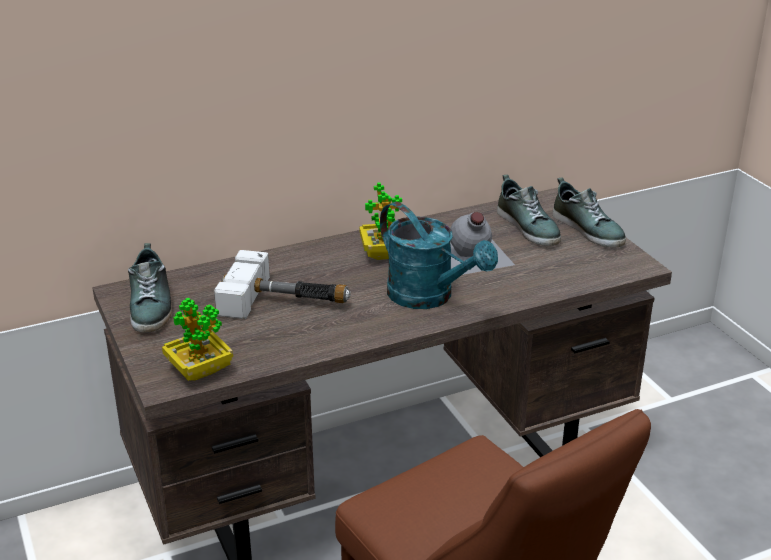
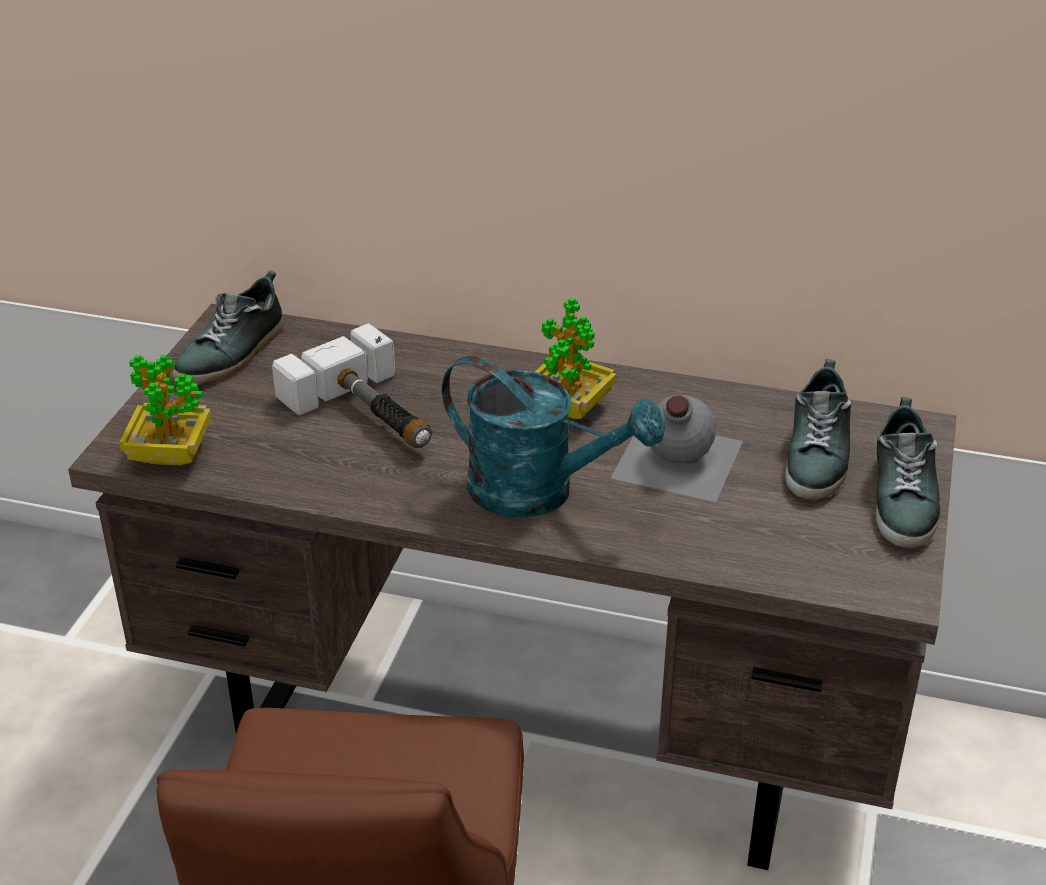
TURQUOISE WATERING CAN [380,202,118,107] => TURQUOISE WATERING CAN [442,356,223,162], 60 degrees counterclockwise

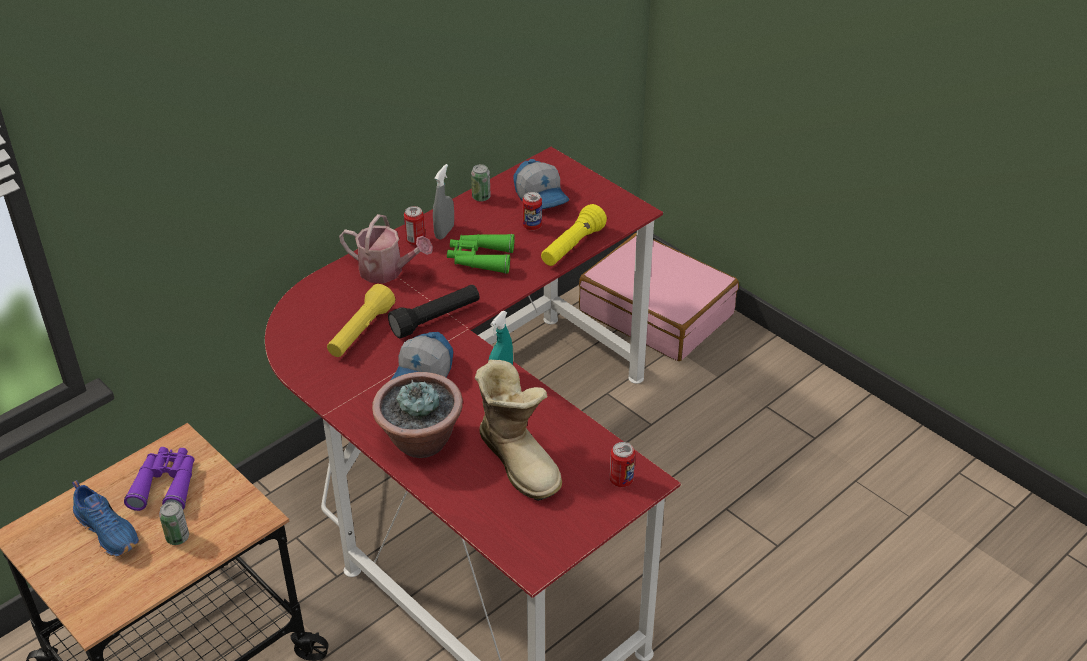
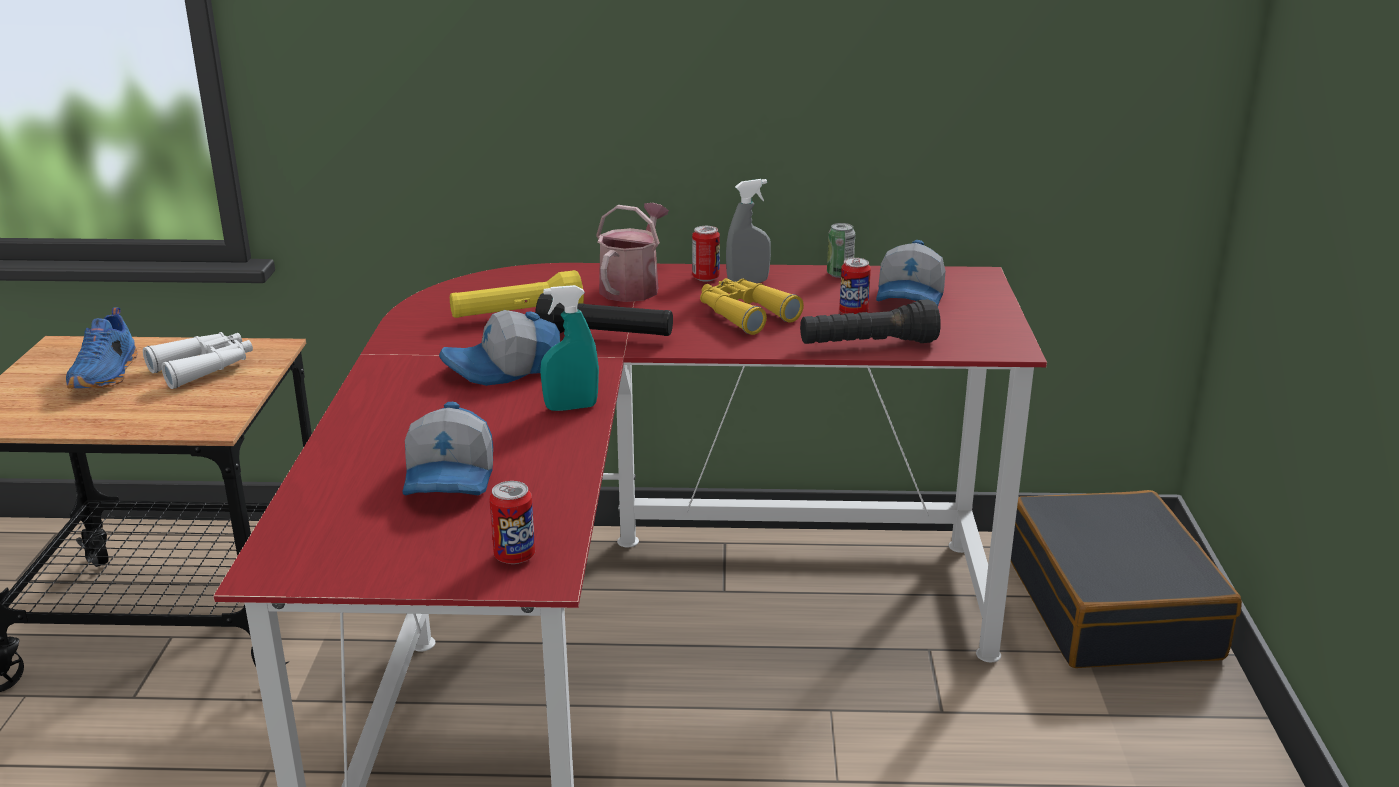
PURPLE-COLOURED BINOCULARS [124,447,70,64] => WHITE BINOCULARS [143,332,110,57]
BOOT [475,359,87,142] => PEAKED CAP [403,402,90,94]
WATERING CAN [339,214,94,69] => WATERING CAN [596,203,73,99], 135 degrees counterclockwise
GREEN BINOCULARS [447,234,68,40] => YELLOW-COLOURED BINOCULARS [700,278,104,57]
YELLOW-COLOURED FLASHLIGHT [541,204,66,62] => BLACK FLASHLIGHT [800,299,141,45]
PINK TRAVEL CASE [579,233,160,128] => BLACK TRAVEL CASE [1011,490,231,178]
METAL CAN [159,501,30,44] => nothing
PLANT IN A POT [372,372,91,86] => nothing

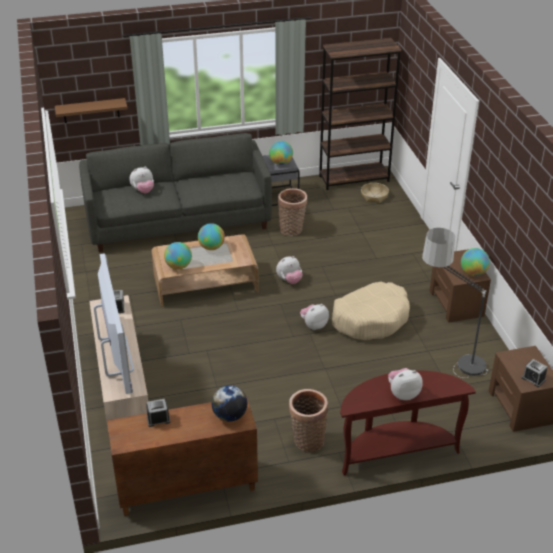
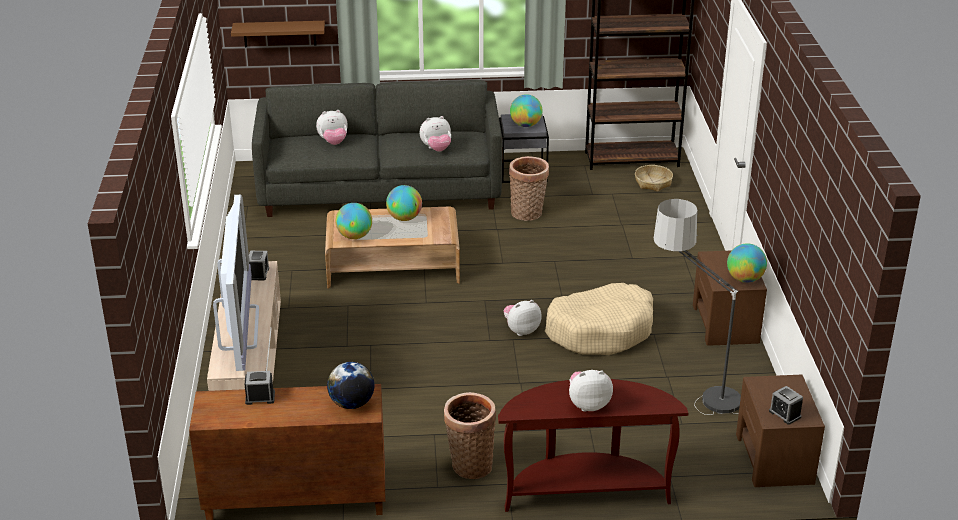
SOFT TOY [276,256,27,28] => SOFT TOY [420,116,31,36], relocated

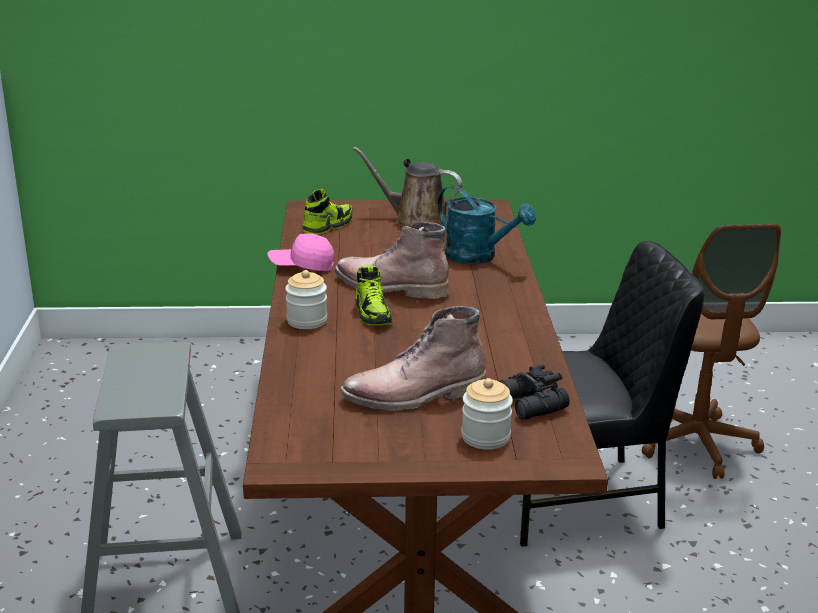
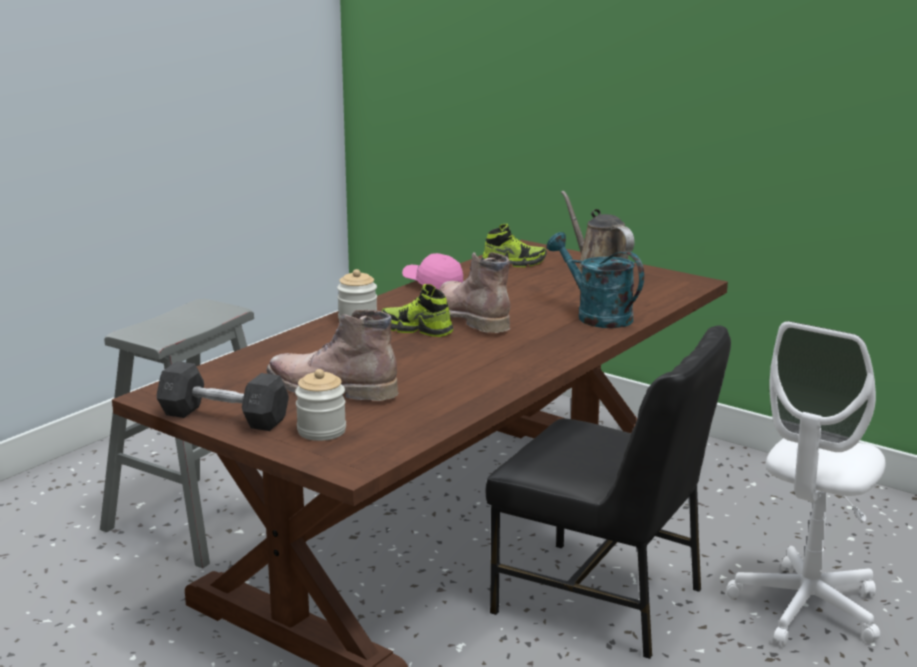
nothing => GREY DUMBBELL [157,361,132,70]
ITEM OF FOOTWEAR [355,266,37,60] => ITEM OF FOOTWEAR [381,284,72,53], 90 degrees clockwise
TURQUOISE WATERING CAN [437,185,99,79] => TURQUOISE WATERING CAN [547,232,97,96], 150 degrees clockwise
BROWN-COLOURED COMPUTER CHAIR [642,224,139,255] => WHITE COMPUTER CHAIR [727,321,159,325]
BLACK BINOCULARS [499,364,71,56] => nothing

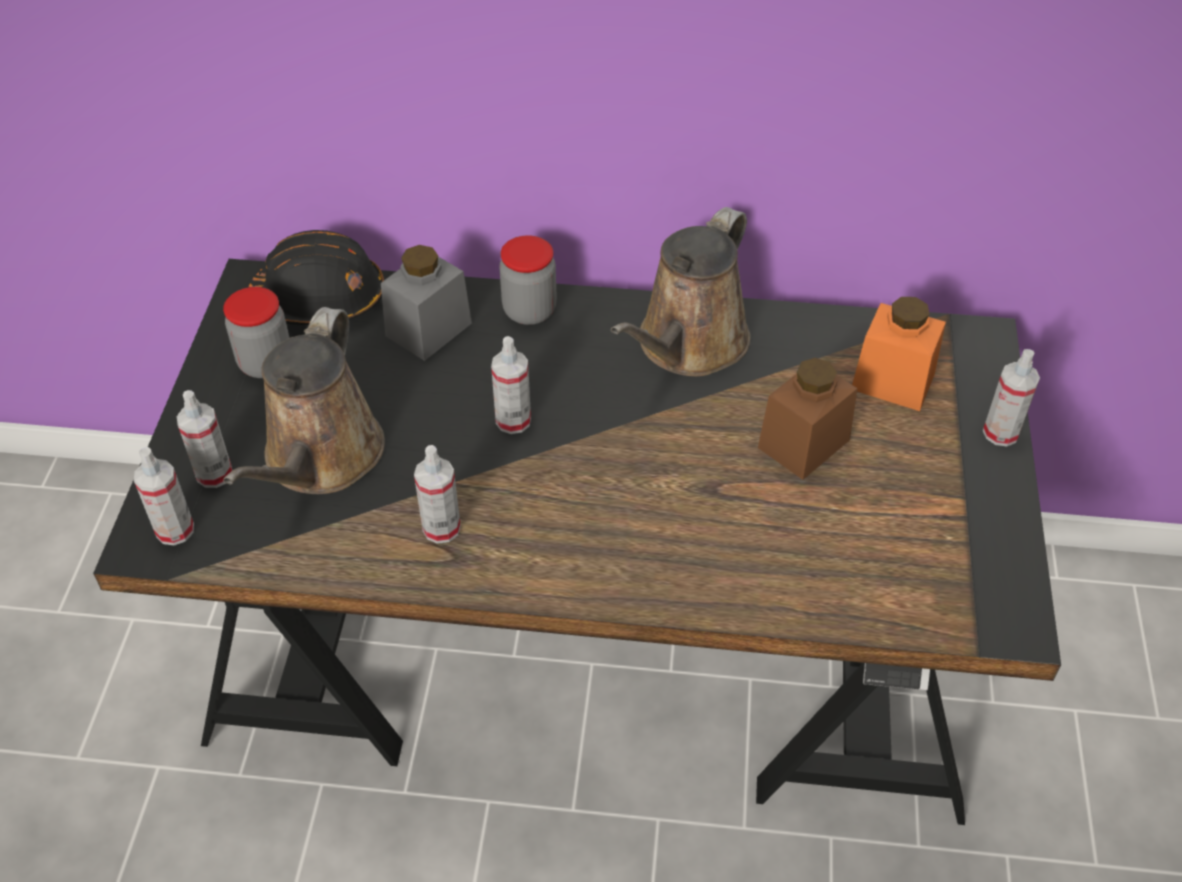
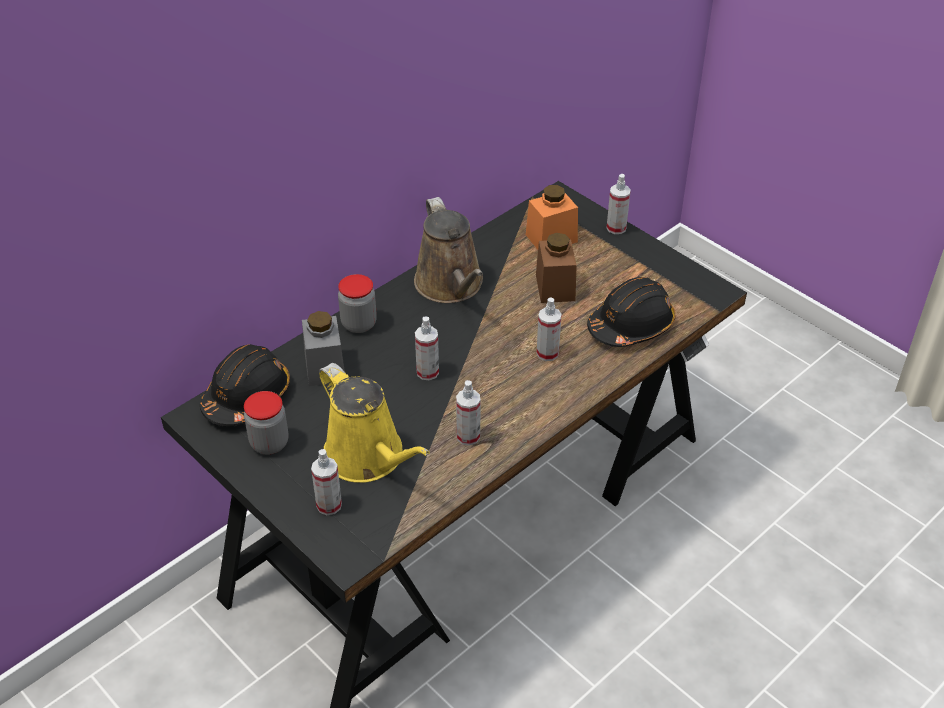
BROWN-COLOURED WATERING CAN [223,307,162,187] => YELLOW-COLOURED WATERING CAN [319,363,111,120]
SPRAYER [134,447,60,99] => SPRAYER [537,297,25,64], relocated
nothing => BLACK WORK HELMET [587,277,89,70]

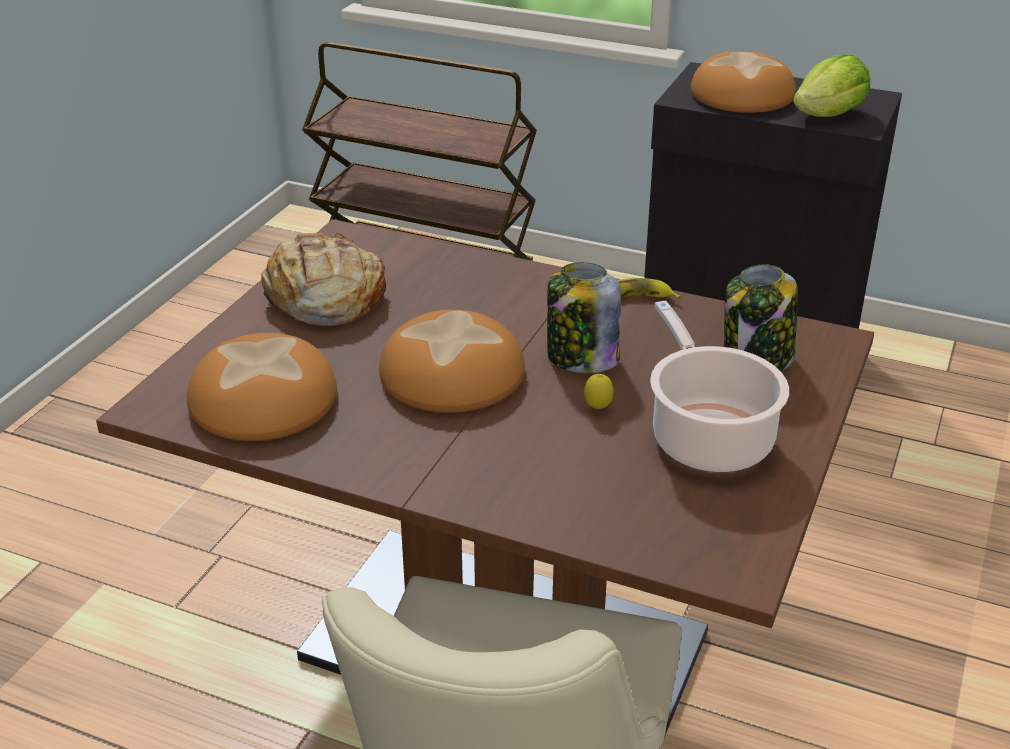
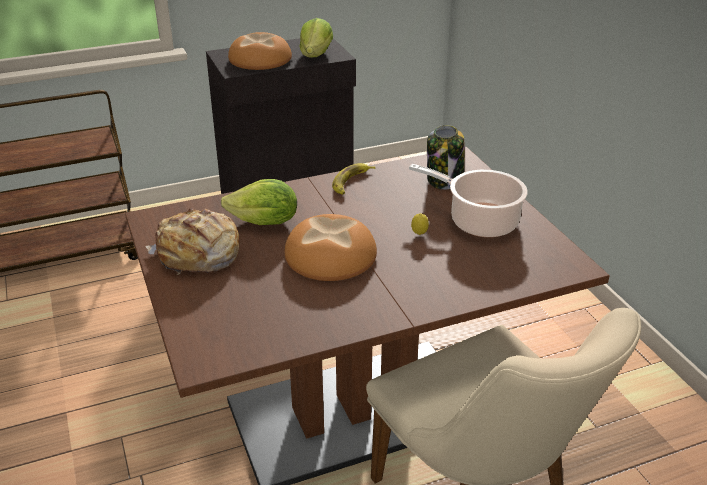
nothing => HEAD OF LETTUCE [221,179,76,46]
BREAD [187,333,150,108] => nothing
JAR [547,262,74,111] => nothing

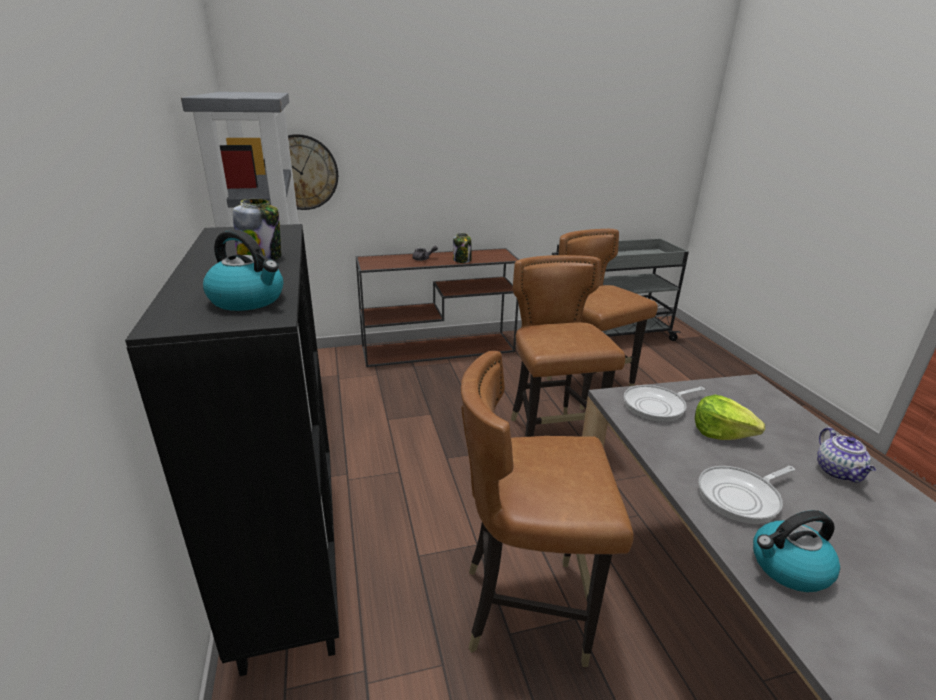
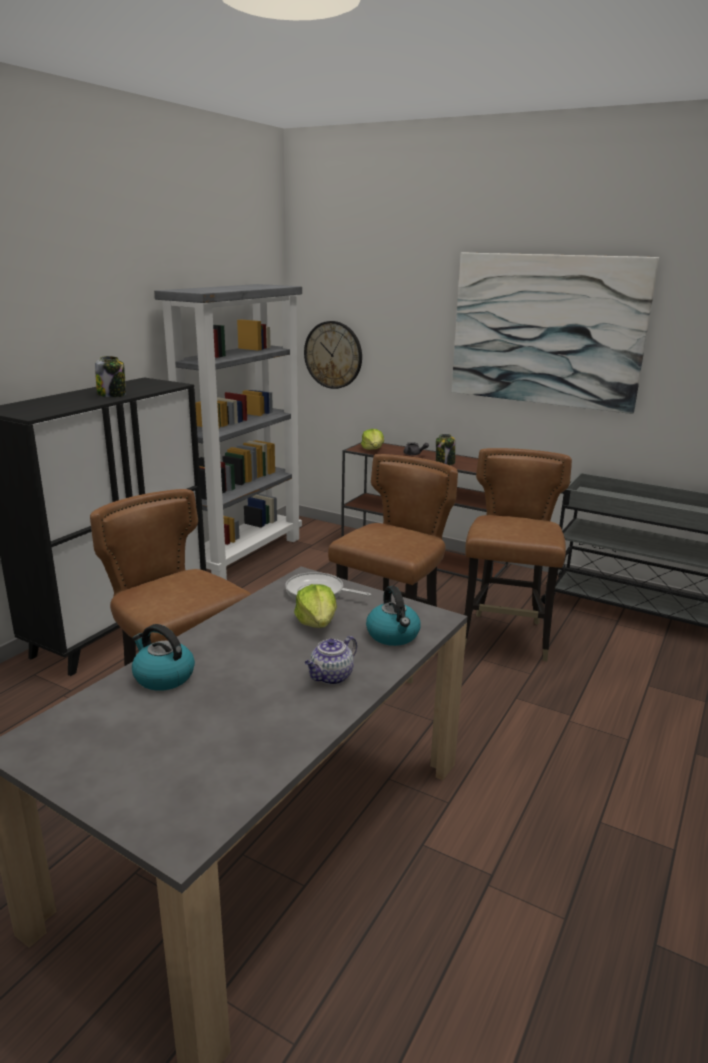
nothing => HEAD OF LETTUCE [361,429,23,21]
WATER KETTLE [203,229,80,82] => WATER KETTLE [366,586,55,60], relocated
nothing => WALL ART [452,253,207,161]
SKILLET [698,466,97,58] => nothing

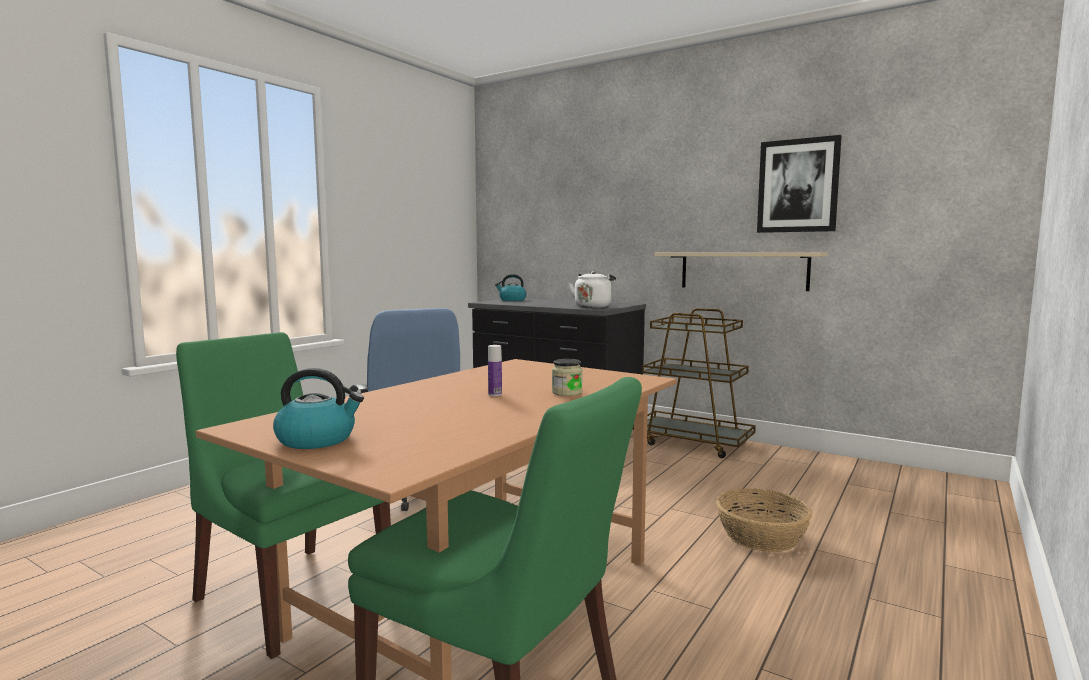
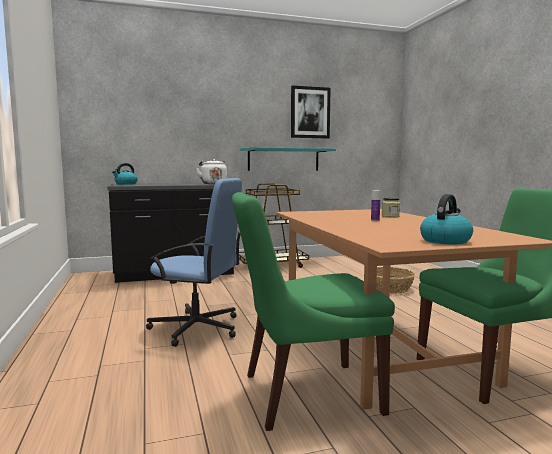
SAND-COLOURED SHELF [655,252,172,39] => TURQUOISE SHELF [240,147,96,24]

